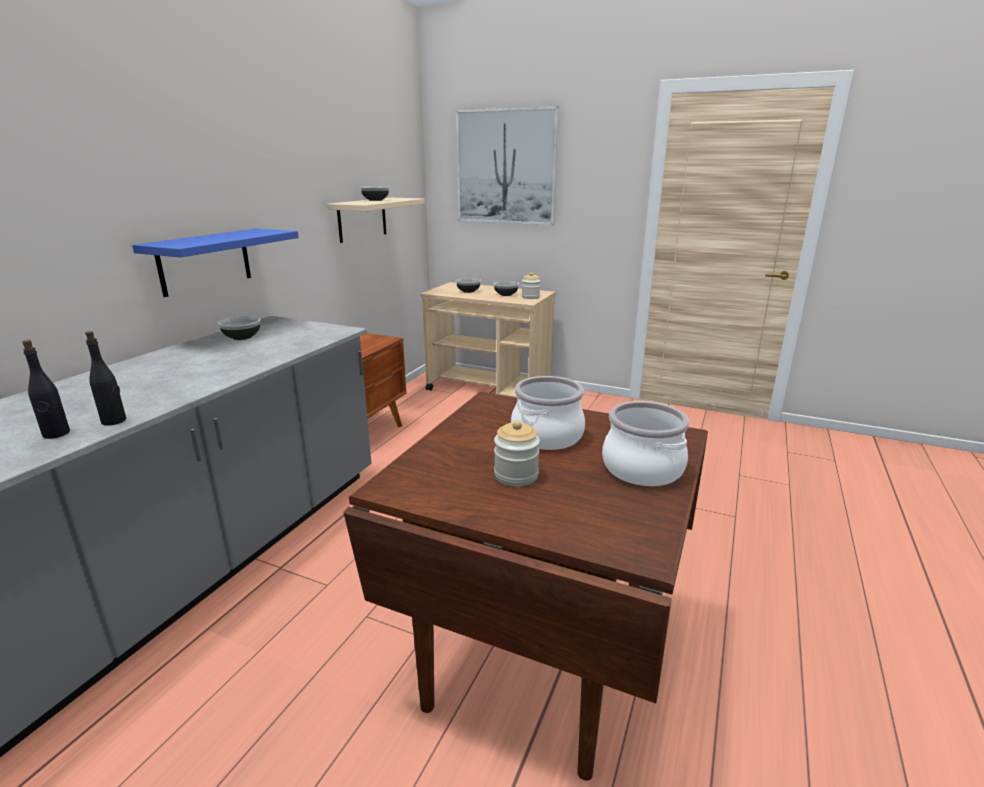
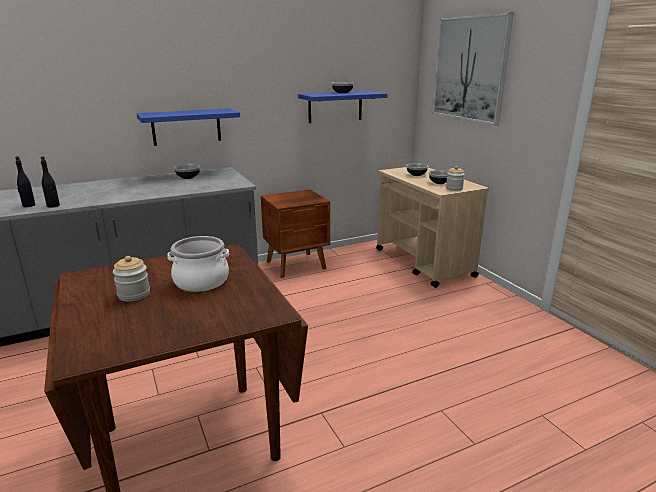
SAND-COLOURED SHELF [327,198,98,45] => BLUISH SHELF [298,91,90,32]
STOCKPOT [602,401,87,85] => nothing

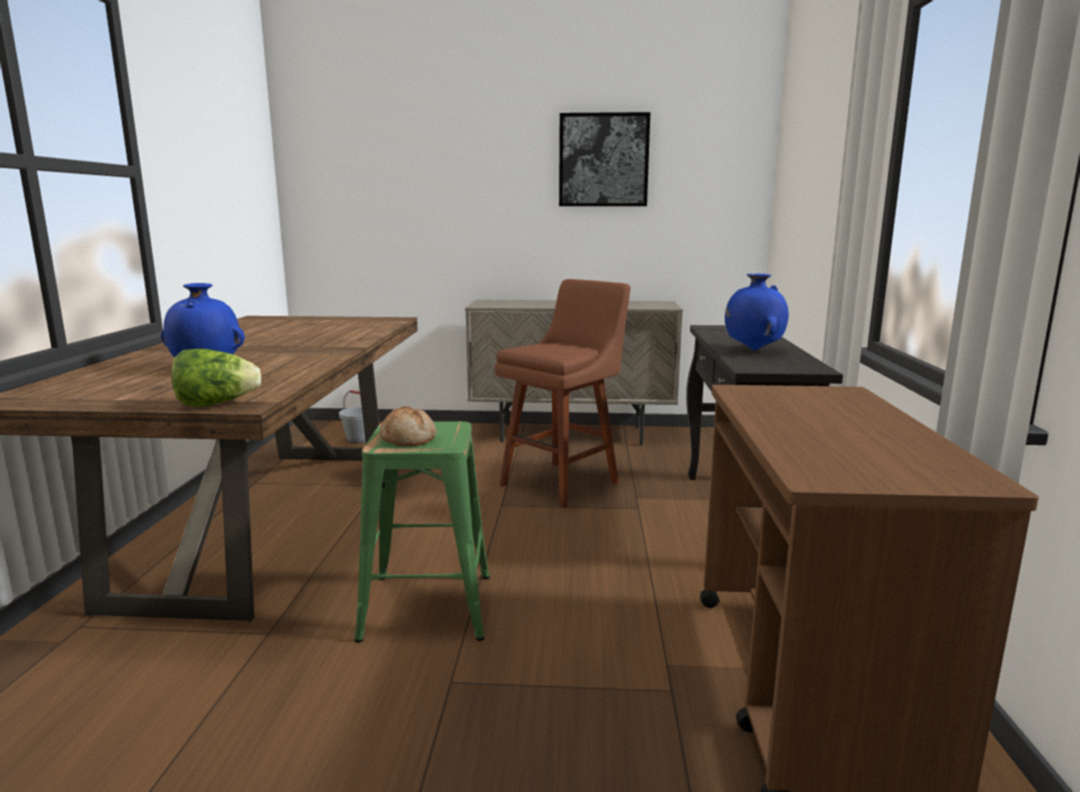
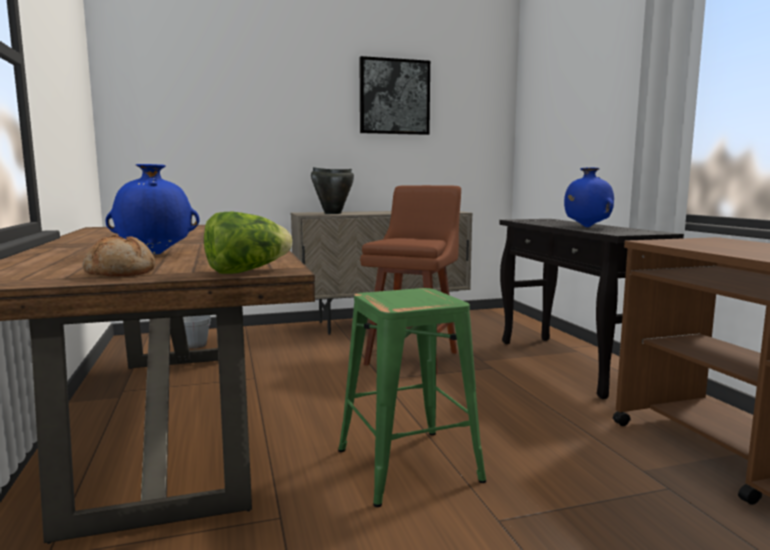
BREAD [379,406,57,40] => BREAD [83,235,72,42], relocated
nothing => BLACK STOCKPOT [311,167,43,47]

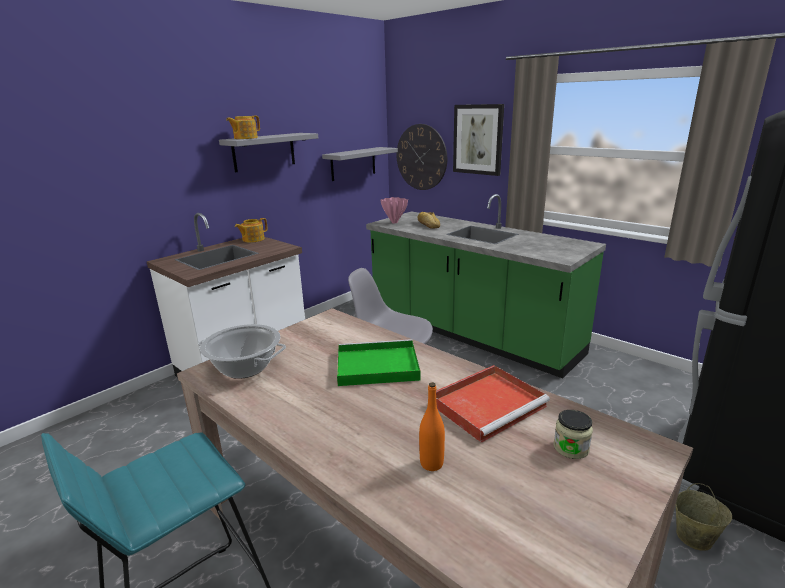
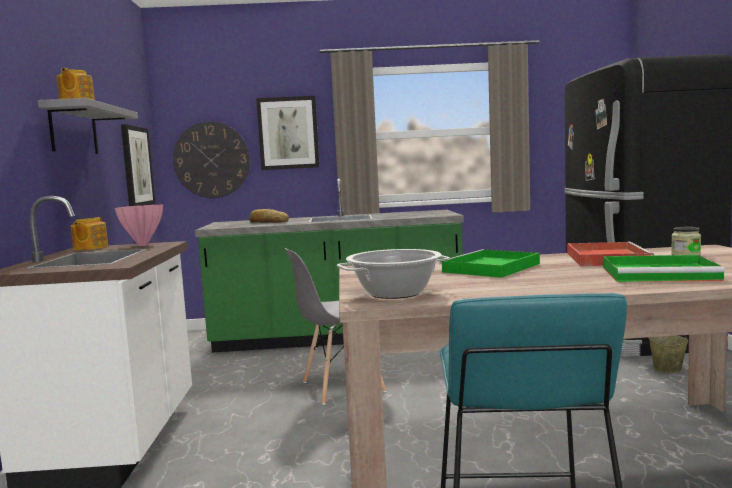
PINK VASE [380,197,28,26] => PINK VASE [115,204,48,42], relocated
GREY SHELF [322,147,76,34] => WALL ART [121,124,34,82]
ORANGEY DRINK BOTTLE [419,382,26,89] => GREEN CARRYING TRAY [603,255,122,27]

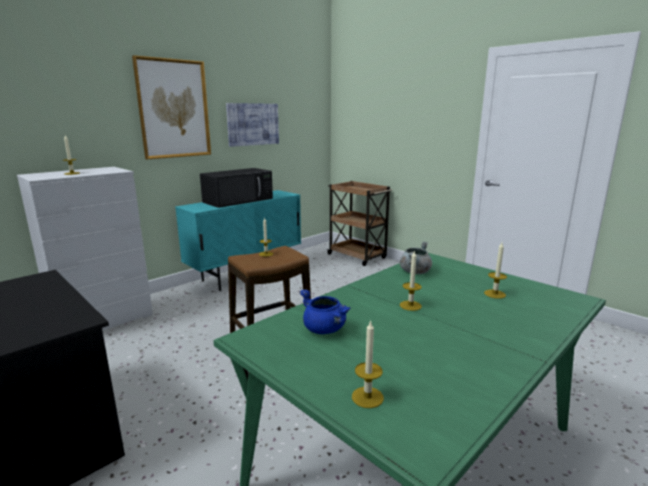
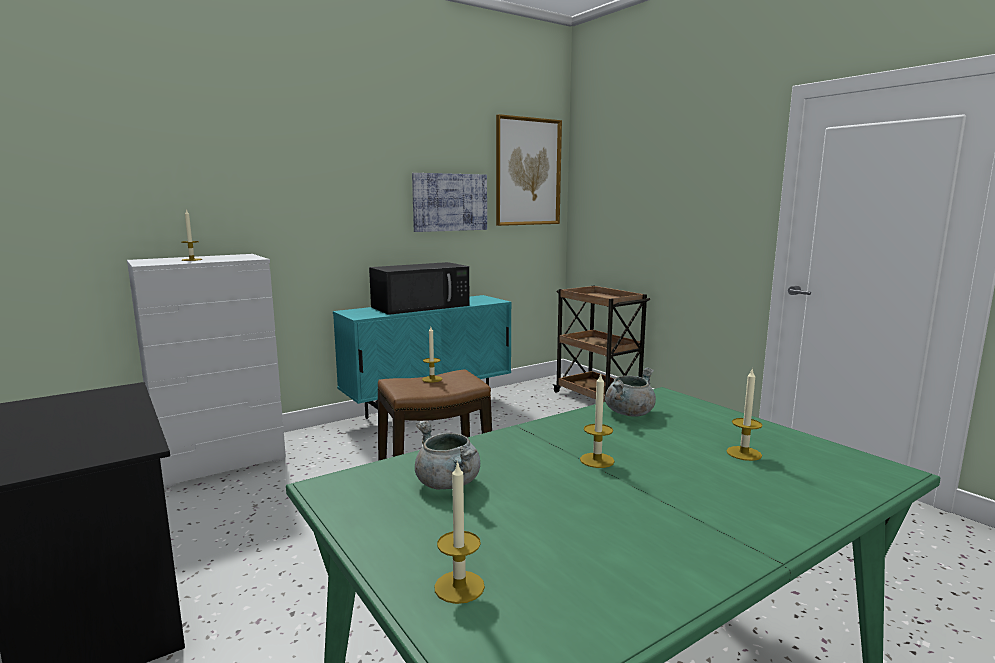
BLUISH STOCKPOT [299,289,51,45] => GREY STOCKPOT [415,421,65,68]
WALL ART [132,55,79,104] => WALL ART [496,114,66,112], relocated

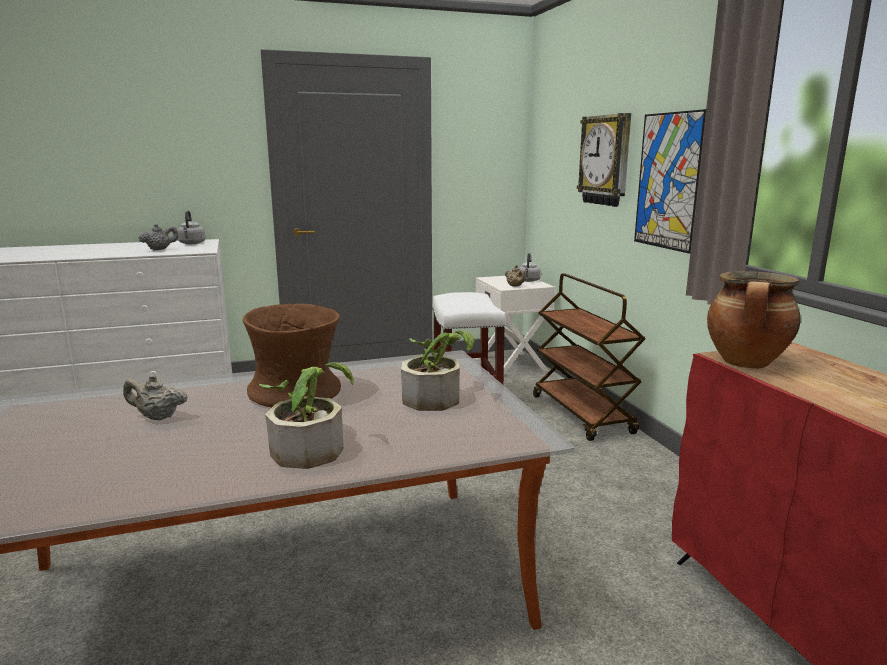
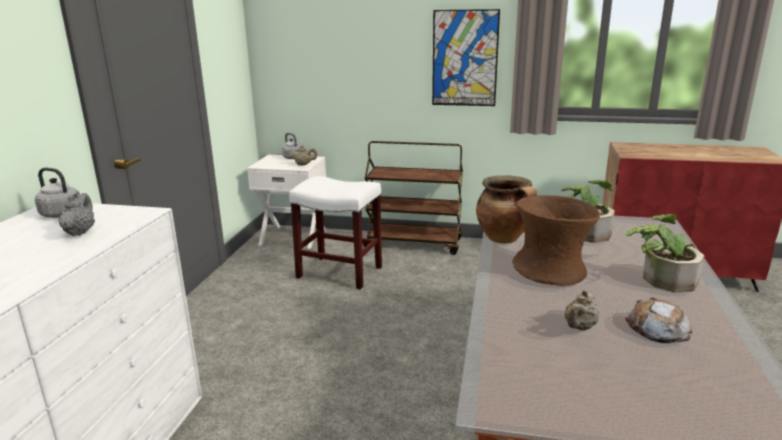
STOCKPOT [707,271,94,98] => STOCKPOT [476,175,61,68], relocated
nothing => BREAD [625,298,67,45]
CLOCK ON THE WALL [577,113,54,94] => nothing

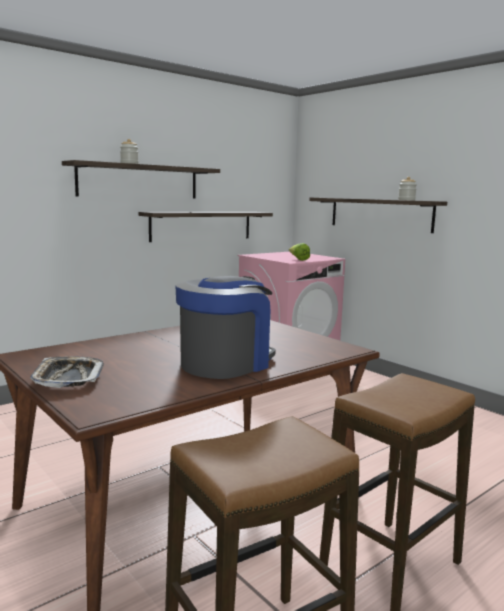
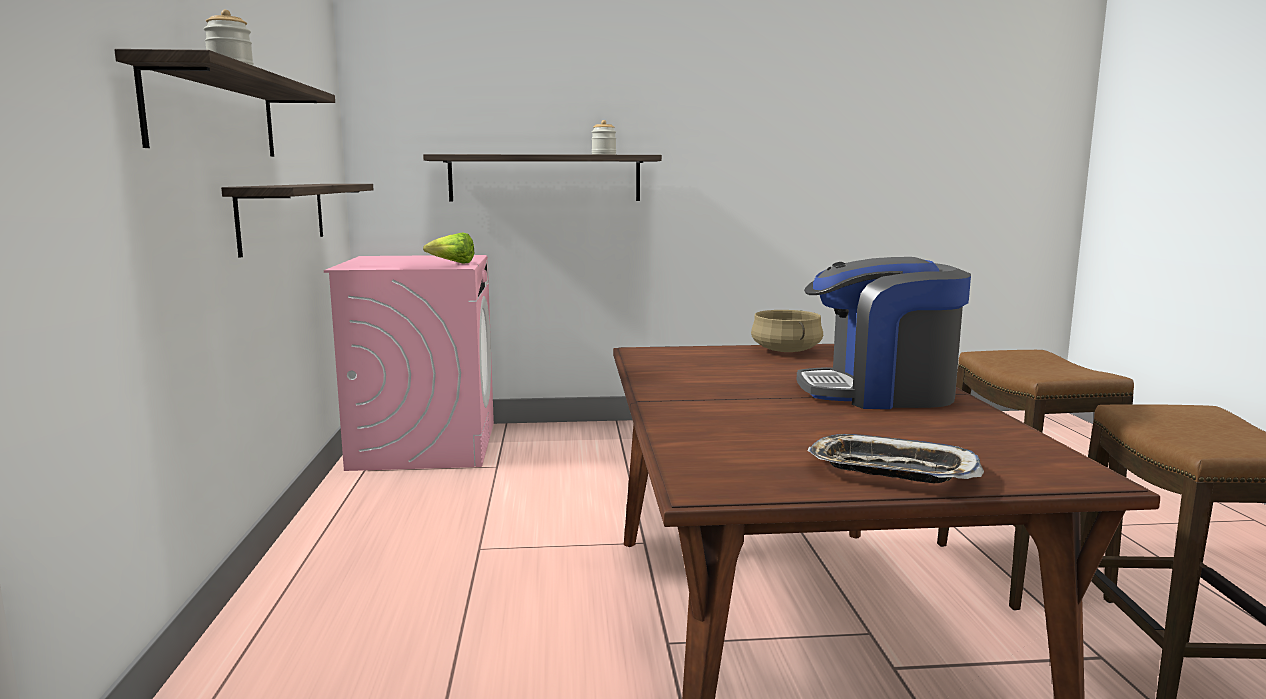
nothing => SAND-COLOURED STOCKPOT [751,310,72,42]
COFFEE MAKER [175,276,101,103] => COFFEE MAKER [797,257,174,152], 75 degrees counterclockwise

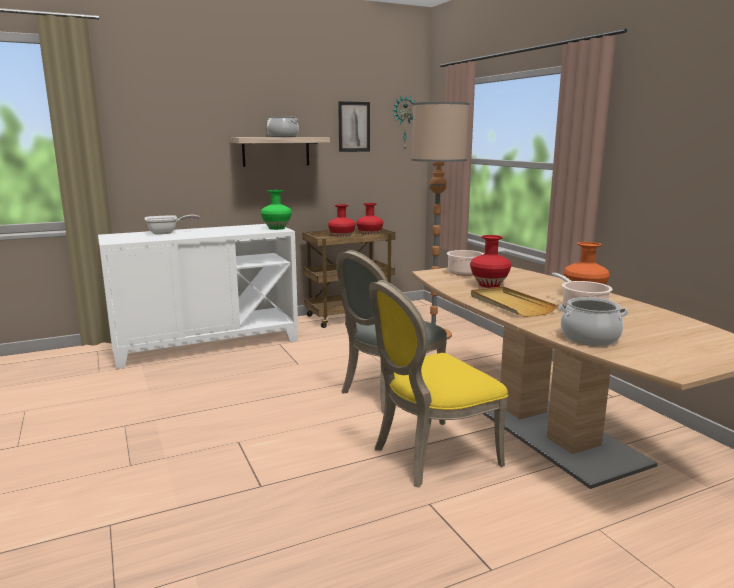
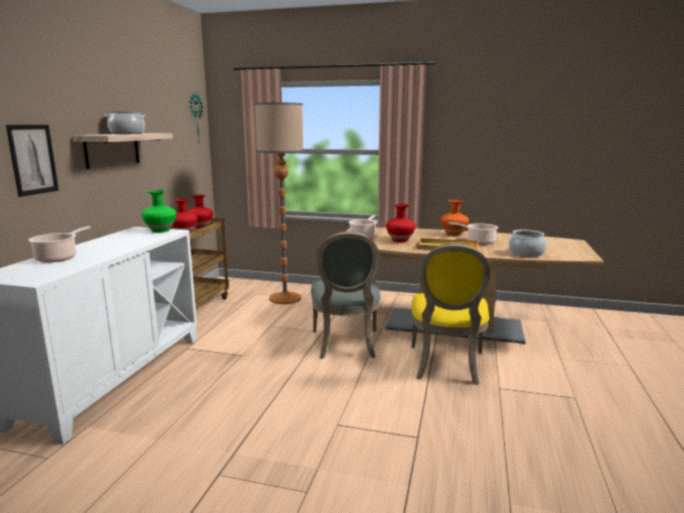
WALL ART [338,101,32,51] => WALL ART [6,125,53,72], relocated
SKILLET [145,215,55,20] => STOCKPOT [28,226,63,37]

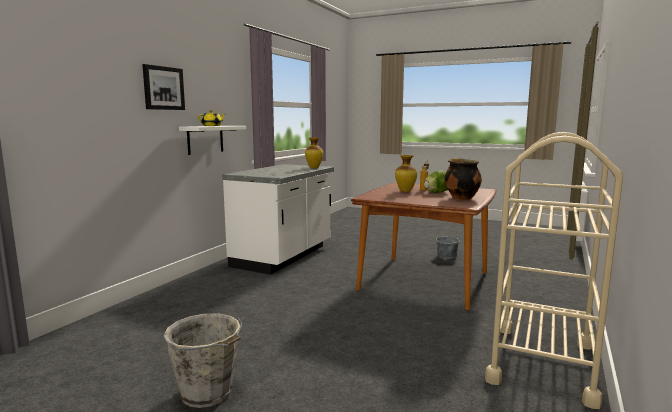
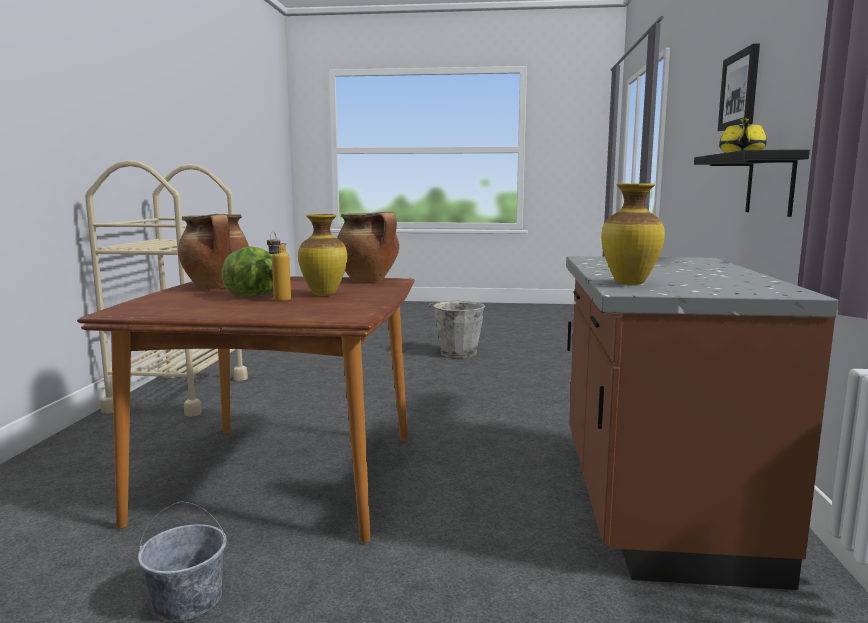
nothing => STOCKPOT [337,212,62,70]
WHITE KITCHEN BASE UNIT [222,164,112,111] => BROWN-COLOURED KITCHEN BASE UNIT [566,256,272,334]
WHITE SHELF [179,126,67,29] => BLACK SHELF [694,149,116,68]

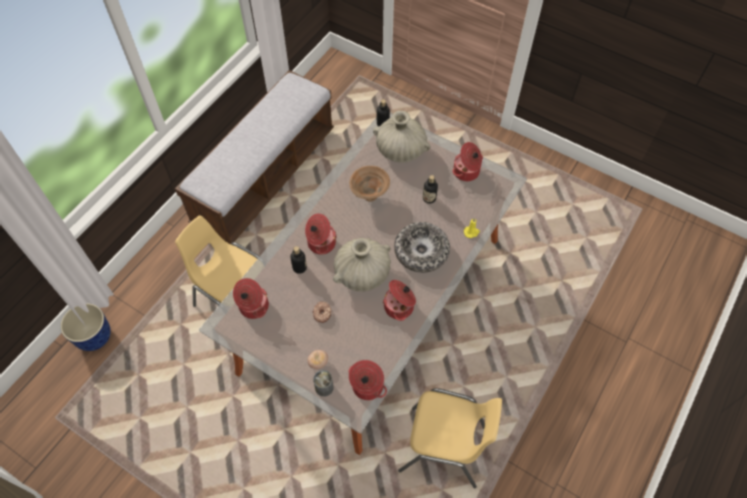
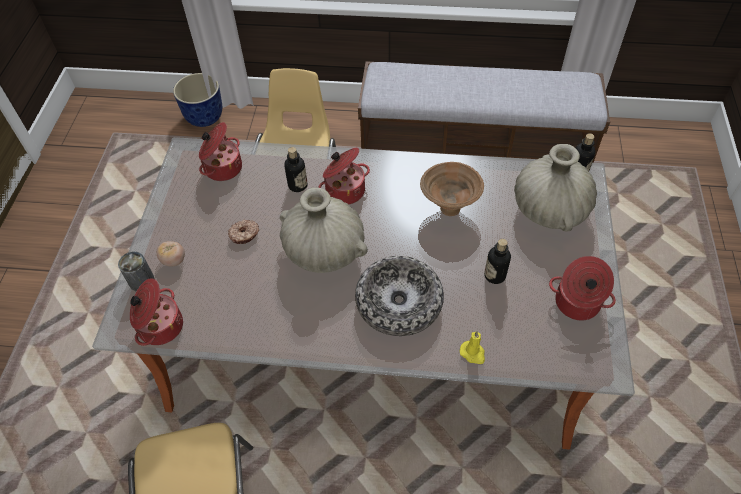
STOCKPOT [383,280,33,41] => nothing

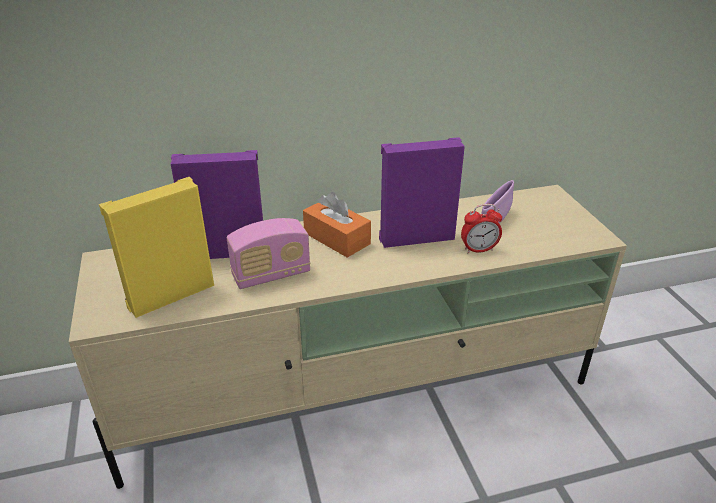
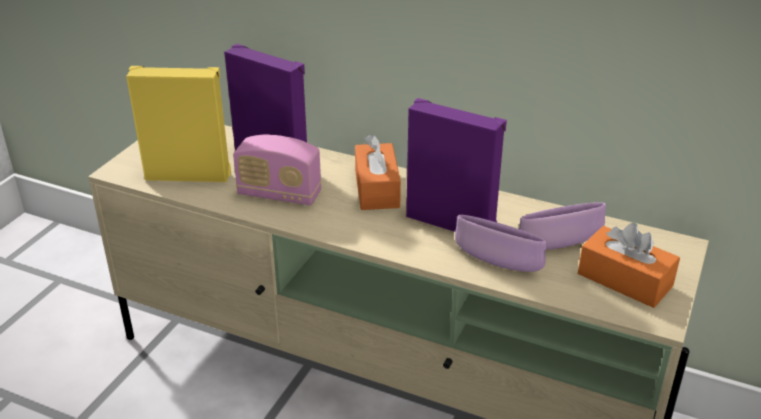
ALARM CLOCK [461,204,41,49] => PURPLE-COLOURED SERVING BOWL [455,215,91,57]
nothing => ORANGEY TISSUE HOLDER [578,223,102,85]

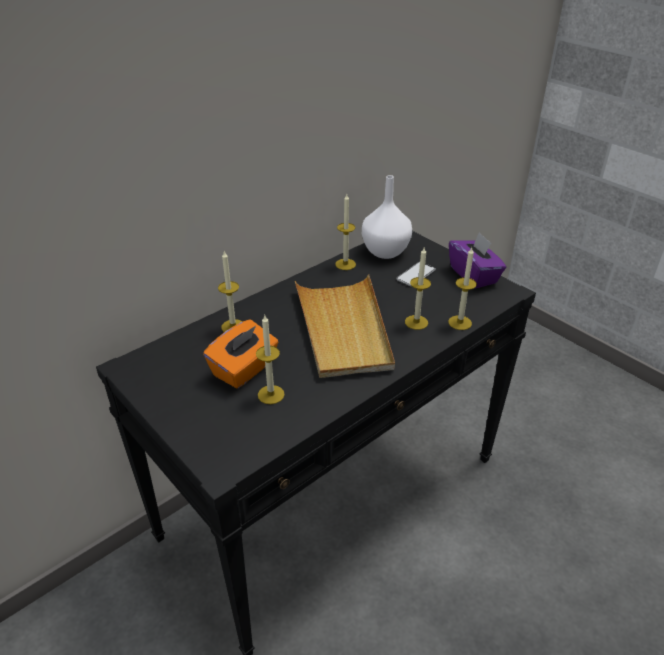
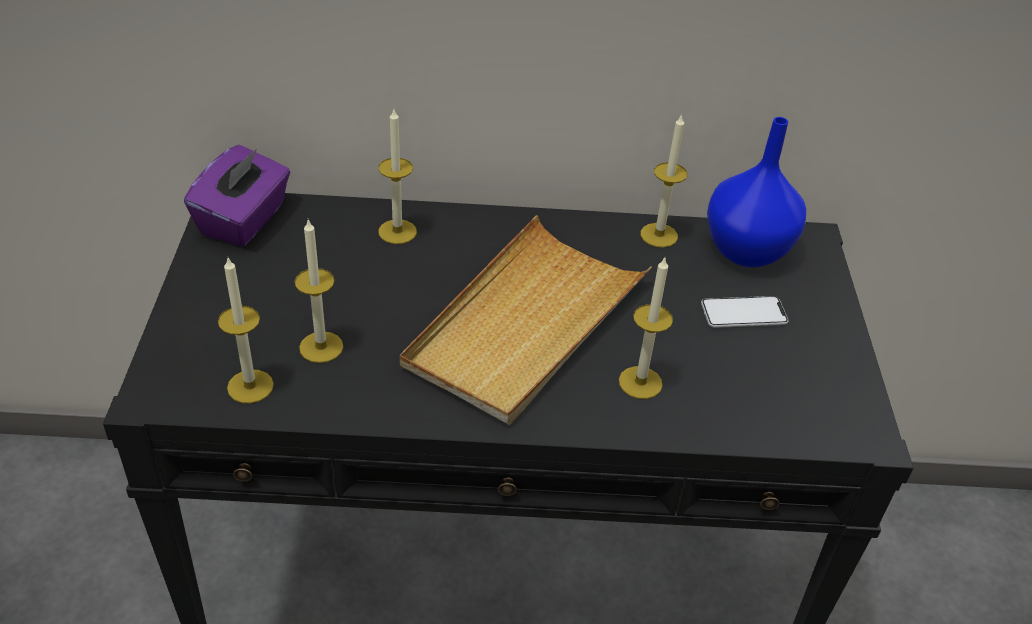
PURPLE-COLOURED TISSUE HOLDER [449,232,57,57] => PURPLE-COLOURED TISSUE HOLDER [184,145,106,102], relocated
CANDLE [448,248,29,82] => CANDLE [218,258,56,145], relocated
WHITE VASE [362,175,50,84] => BLUISH VASE [707,117,99,150]
ORANGEY TISSUE HOLDER [203,319,76,69] => nothing

